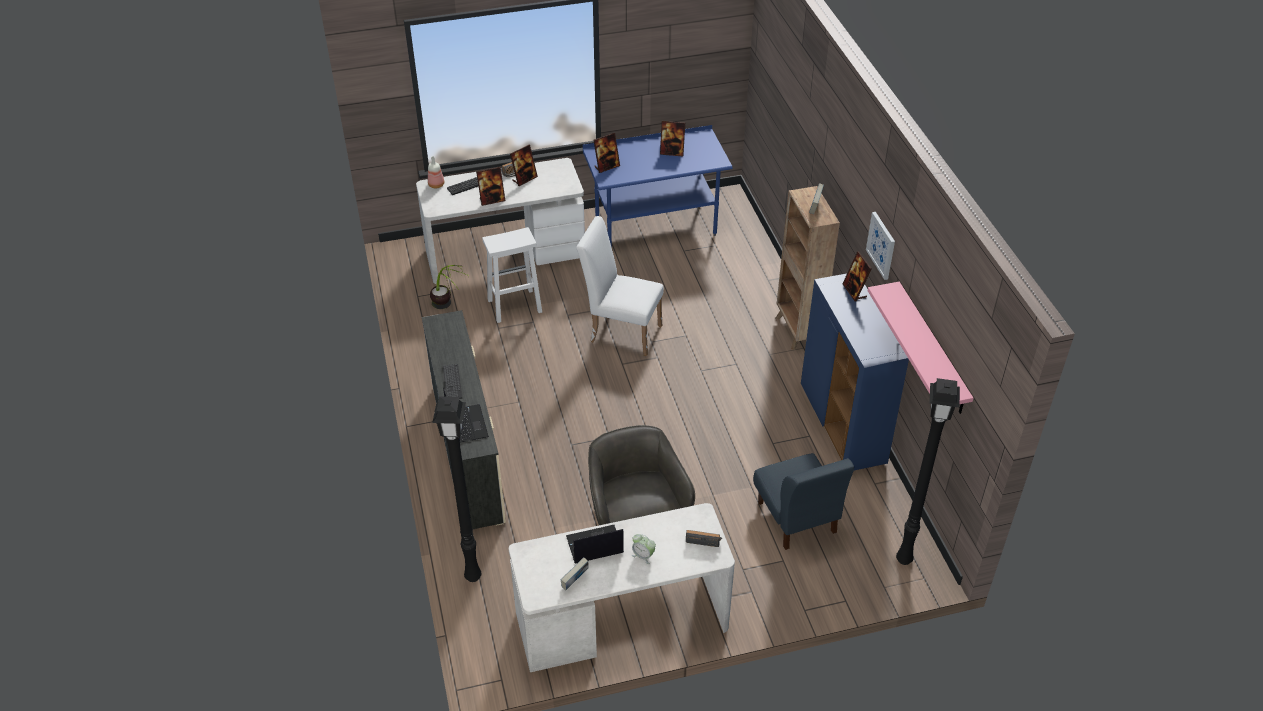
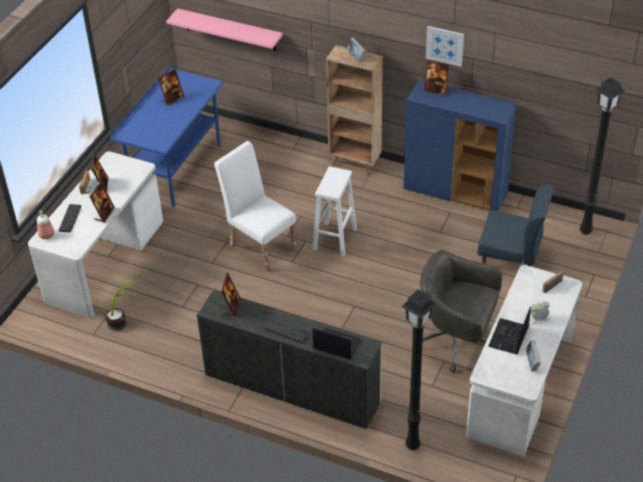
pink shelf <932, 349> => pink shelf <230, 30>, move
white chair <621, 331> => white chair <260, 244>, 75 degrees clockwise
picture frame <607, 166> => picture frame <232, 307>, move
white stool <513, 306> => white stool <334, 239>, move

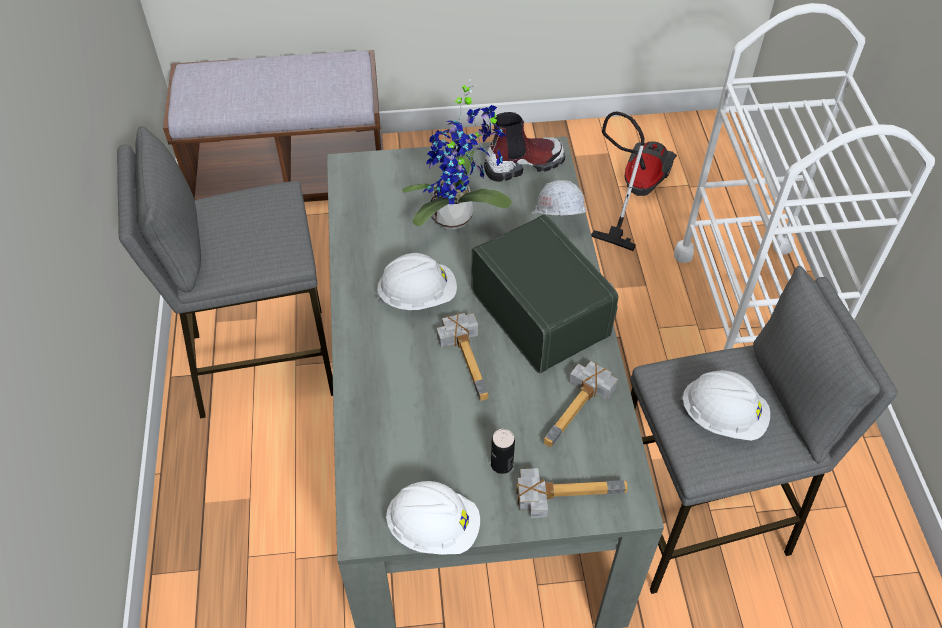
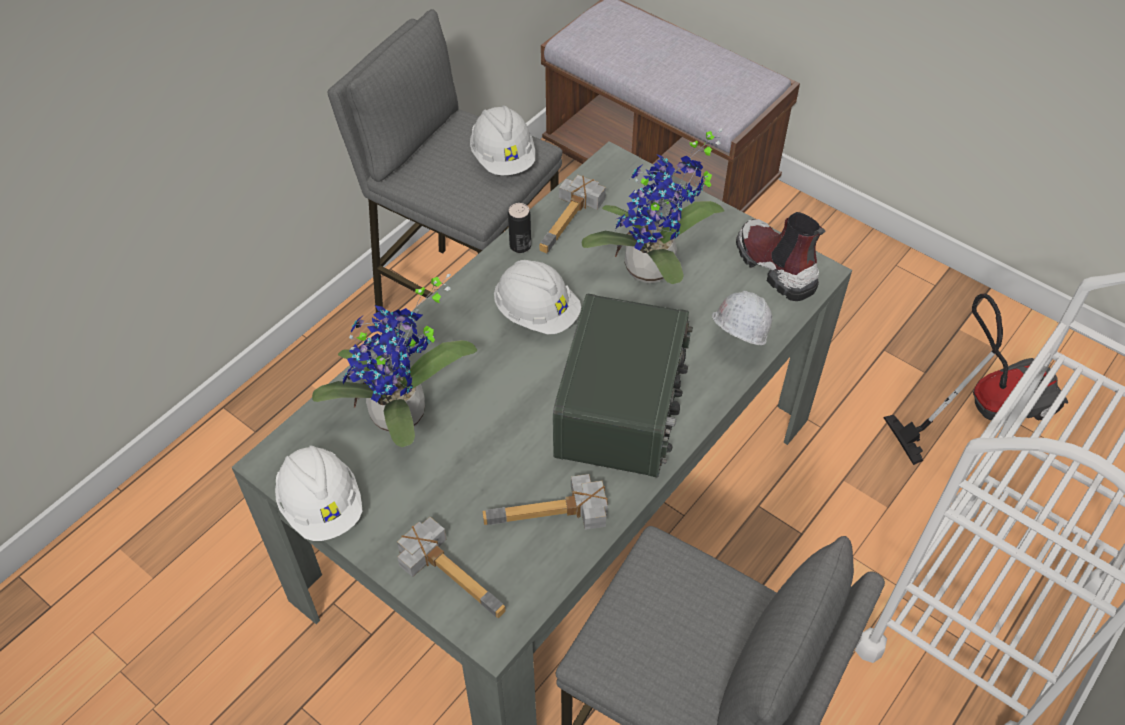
nothing => potted plant <402, 419>
white hard hat <722, 417> => white hard hat <503, 159>, move
can <502, 464> => can <520, 246>, move
hammer <472, 358> => hammer <573, 221>, move
boot <523, 164> => boot <774, 266>, 150 degrees counterclockwise

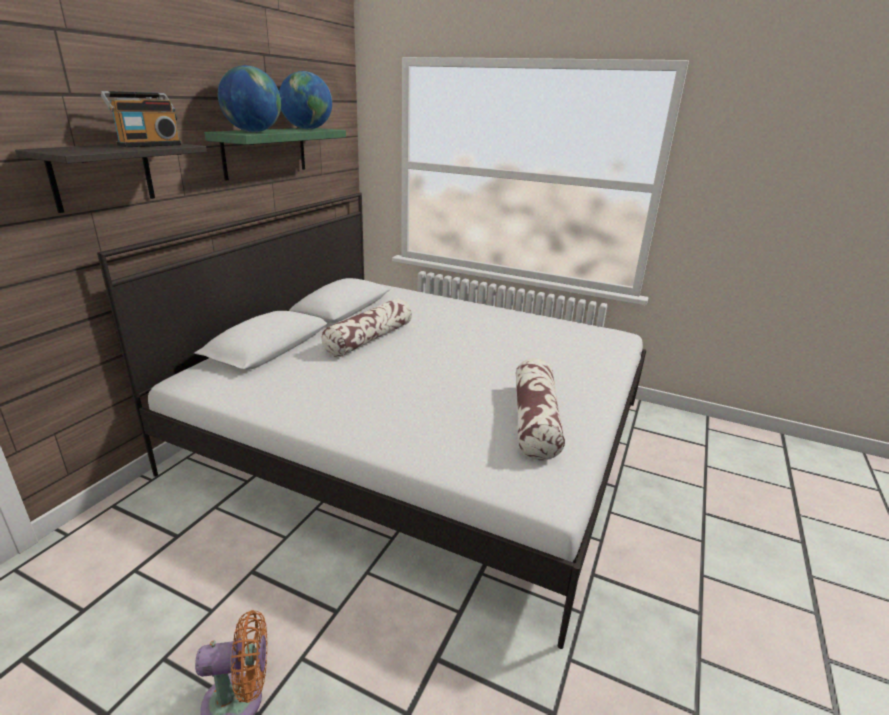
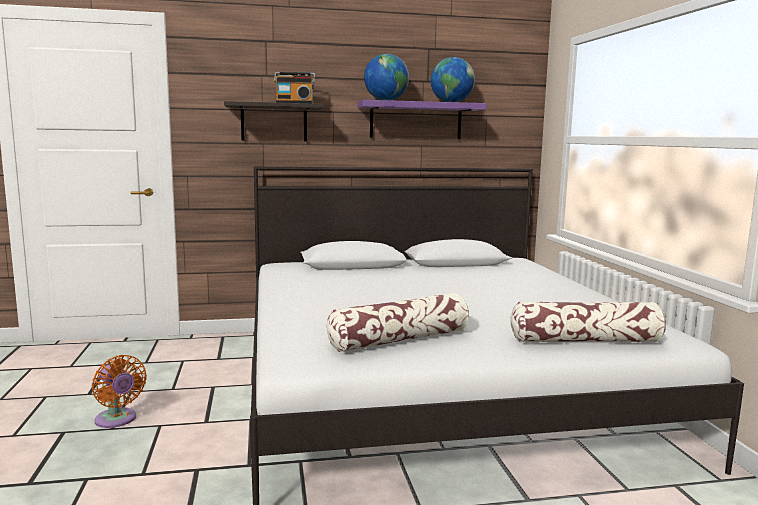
green shelf <265, 152> => purple shelf <416, 121>
pillow <369, 339> => pillow <585, 340>, move

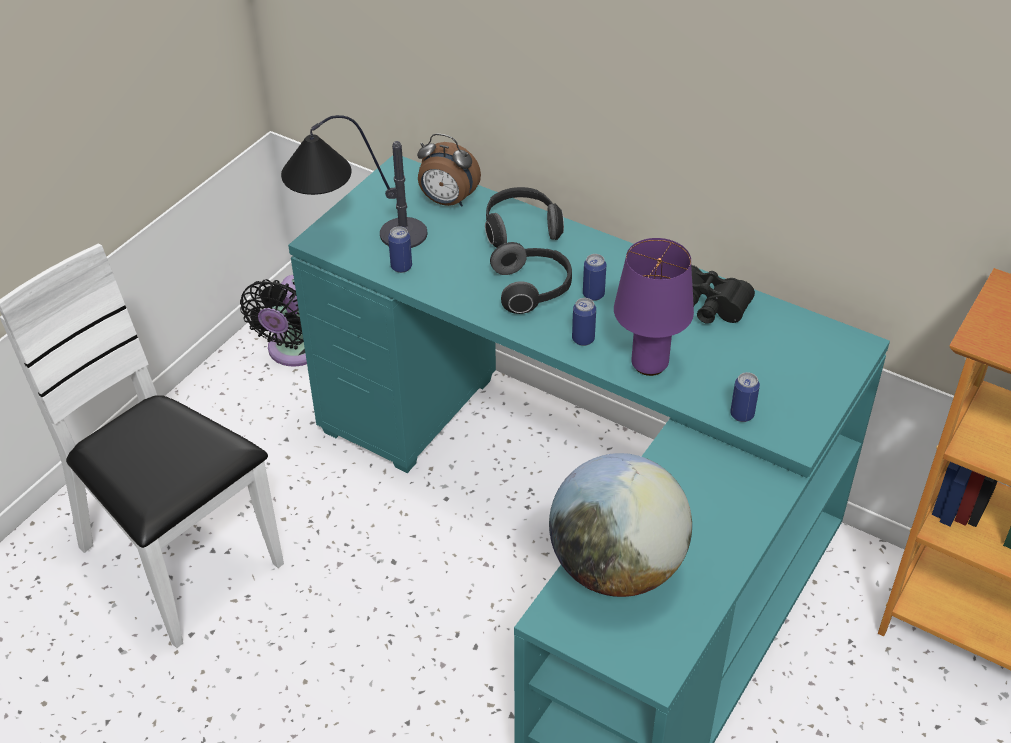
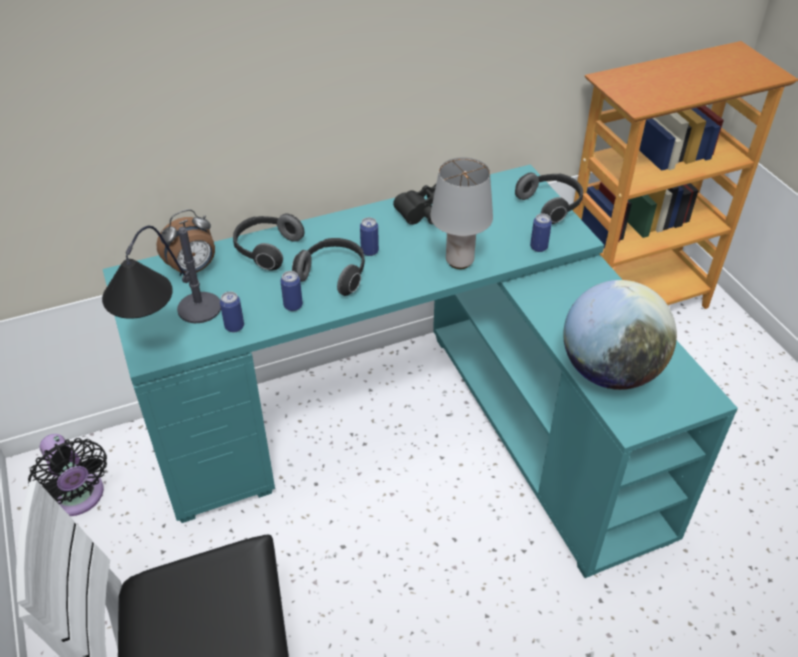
can <583, 339> => can <293, 305>, move
purple table lamp <649, 365> => grey table lamp <459, 261>
nothing => headphones <551, 205>

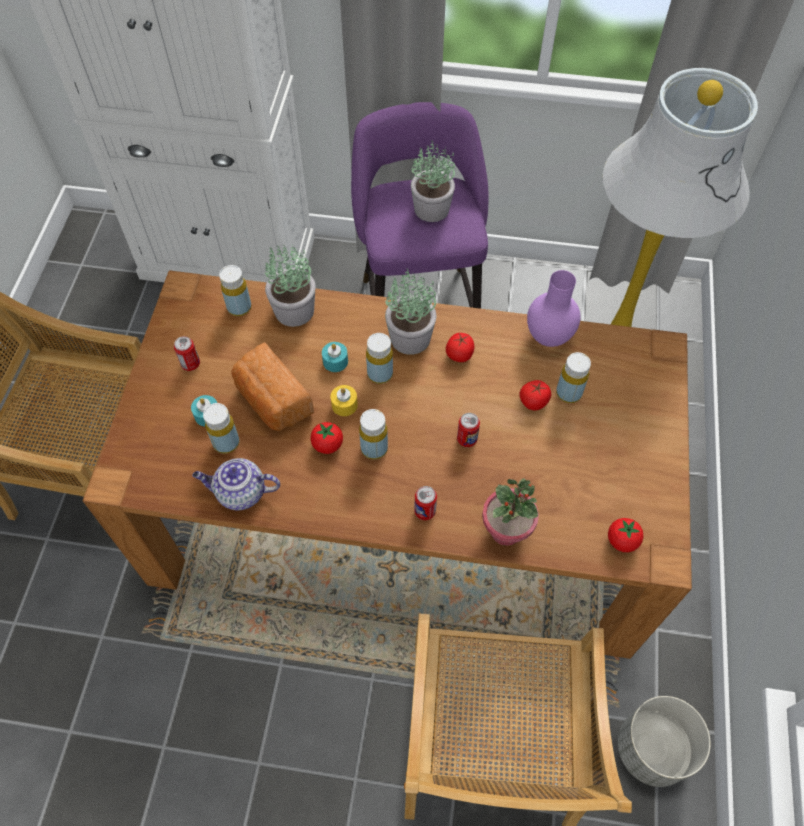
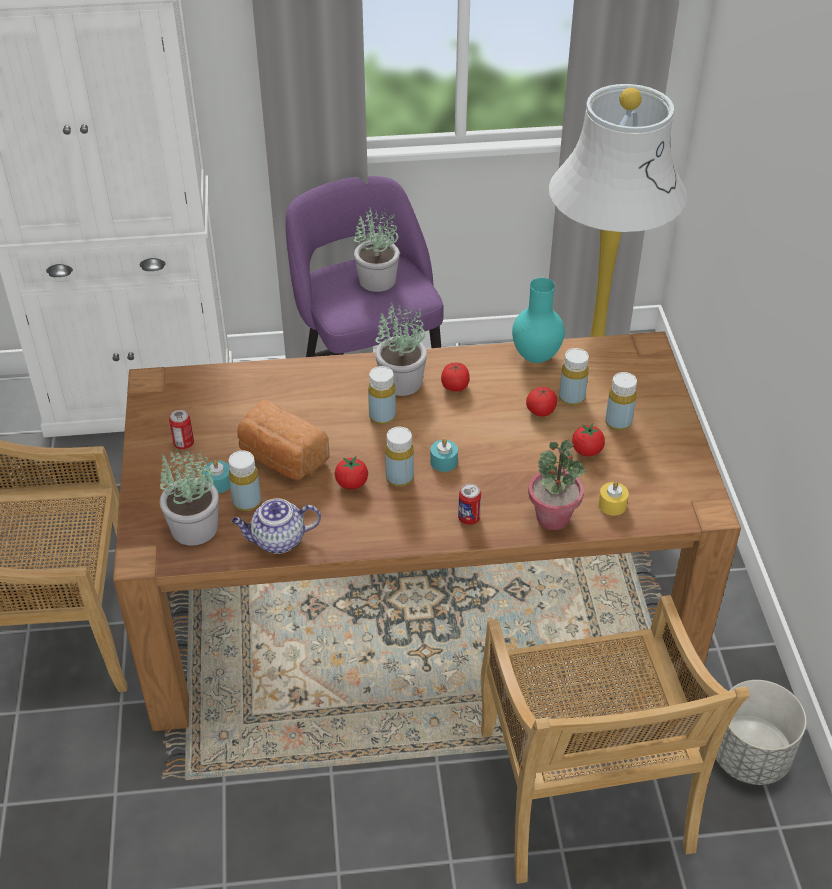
potted plant <294, 311> => potted plant <194, 528>, move
turquoise candle <335, 361> => turquoise candle <443, 462>, move
purple vase <549, 337> => turquoise vase <537, 357>
tomato <622, 540> => tomato <587, 451>, move
yellow candle <344, 405> => yellow candle <612, 505>, move
yellow bottle <239, 307> => yellow bottle <618, 422>, move
can <467, 439> => nothing

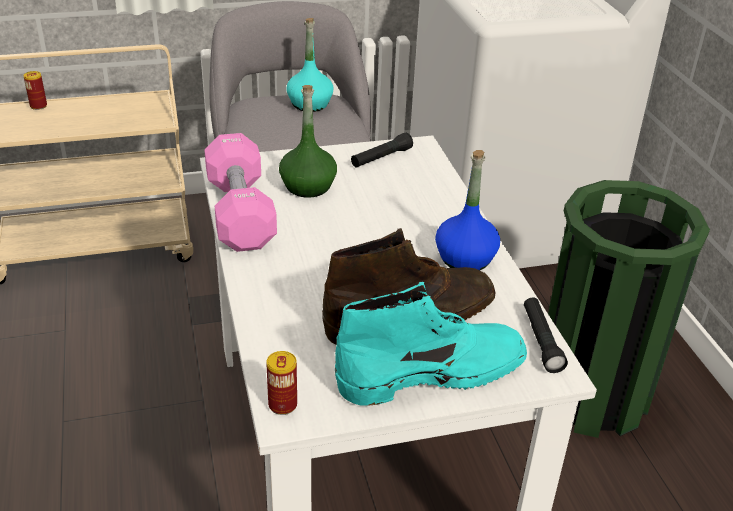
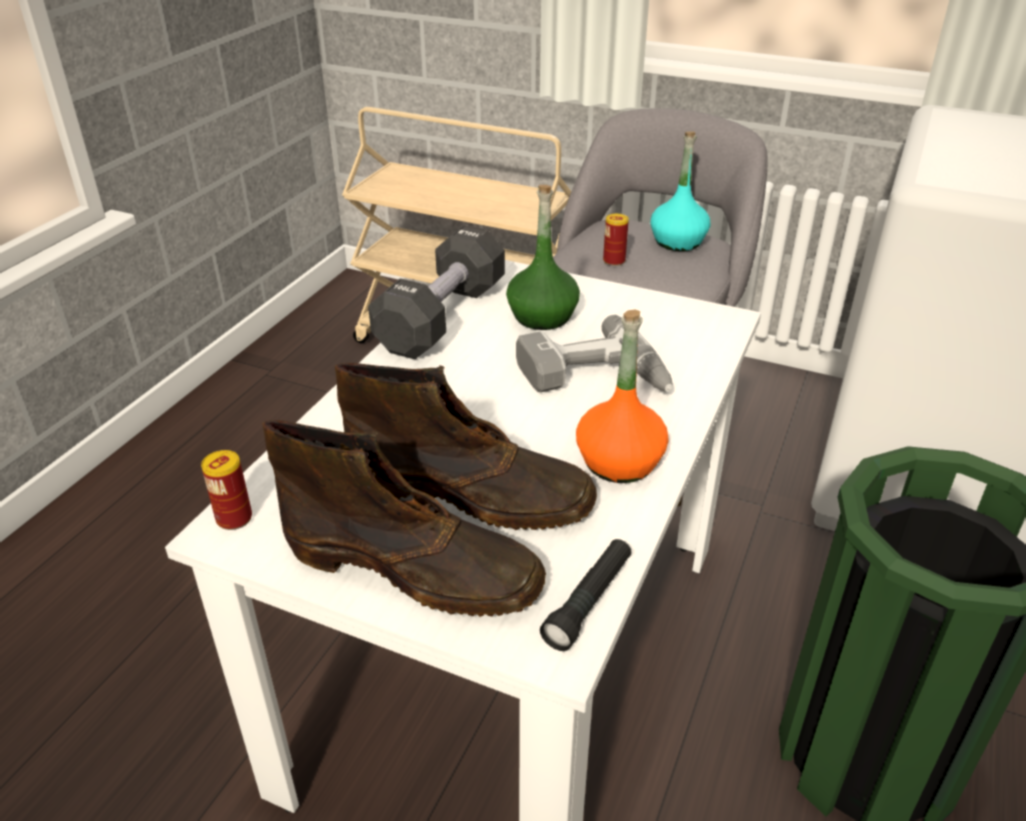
turquoise boot <433, 373> => brown boot <415, 569>
pink dumbbell <240, 213> => black dumbbell <442, 317>
nothing => power drill <594, 379>
blue bottle <465, 258> => orange bottle <619, 462>
can <38, 106> => can <614, 261>, move
black flashlight <381, 158> => nothing

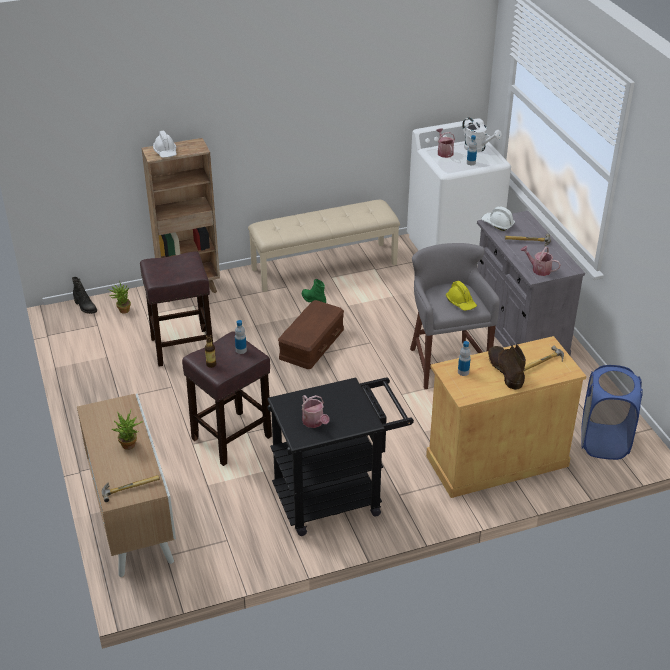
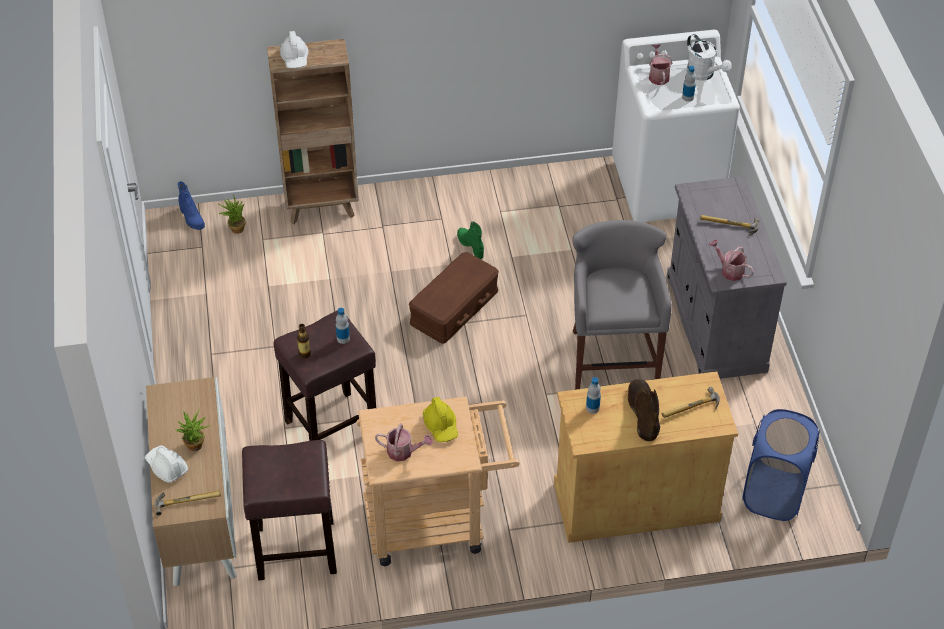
white hard hat <497, 224> => white hard hat <166, 467>, move
black boot <85, 307> => blue boot <191, 219>
brown stool <181, 347> => brown stool <294, 550>, move
black cart <337, 497> => beige cart <436, 522>
watering can <314, 422> => watering can <403, 452>, 60 degrees counterclockwise
yellow hard hat <461, 302> => yellow hard hat <441, 425>, move
beige bench <324, 266> => nothing

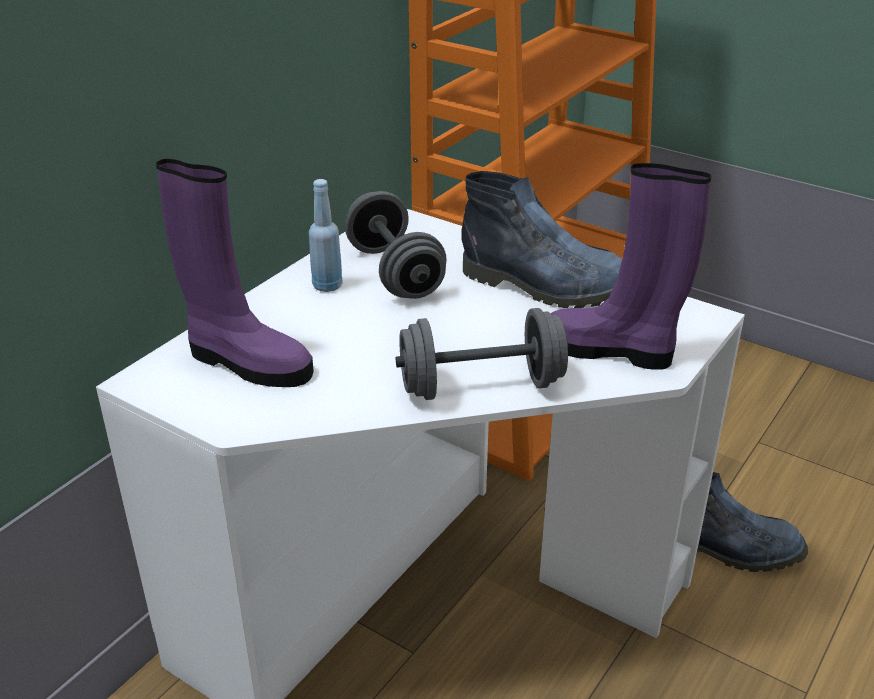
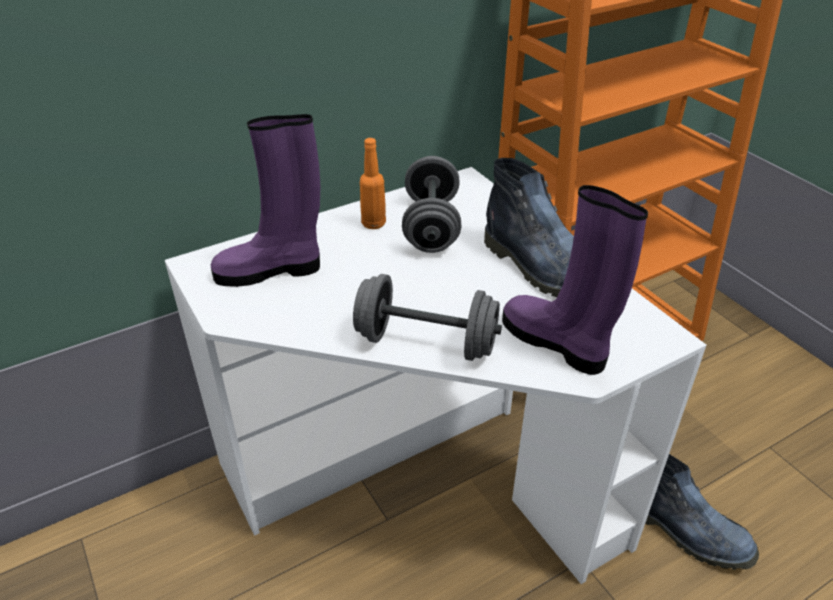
purple boot <246, 363> => purple boot <271, 270>, 120 degrees clockwise
blue bottle <327, 285> => orange bottle <373, 223>

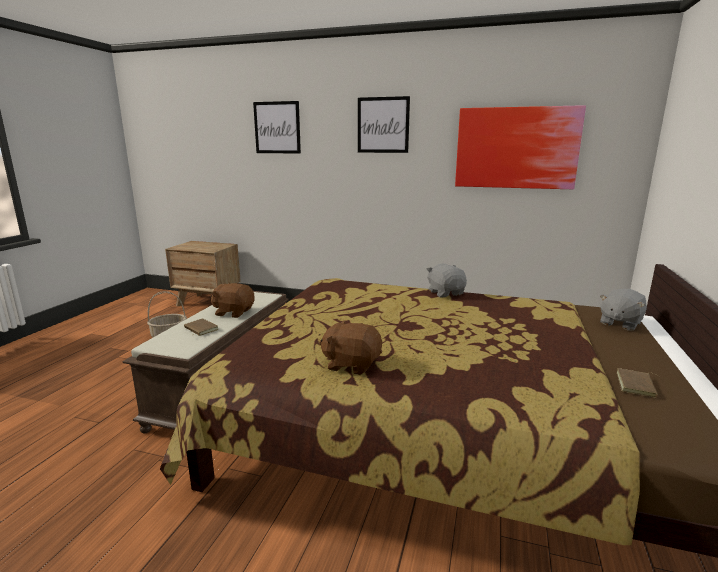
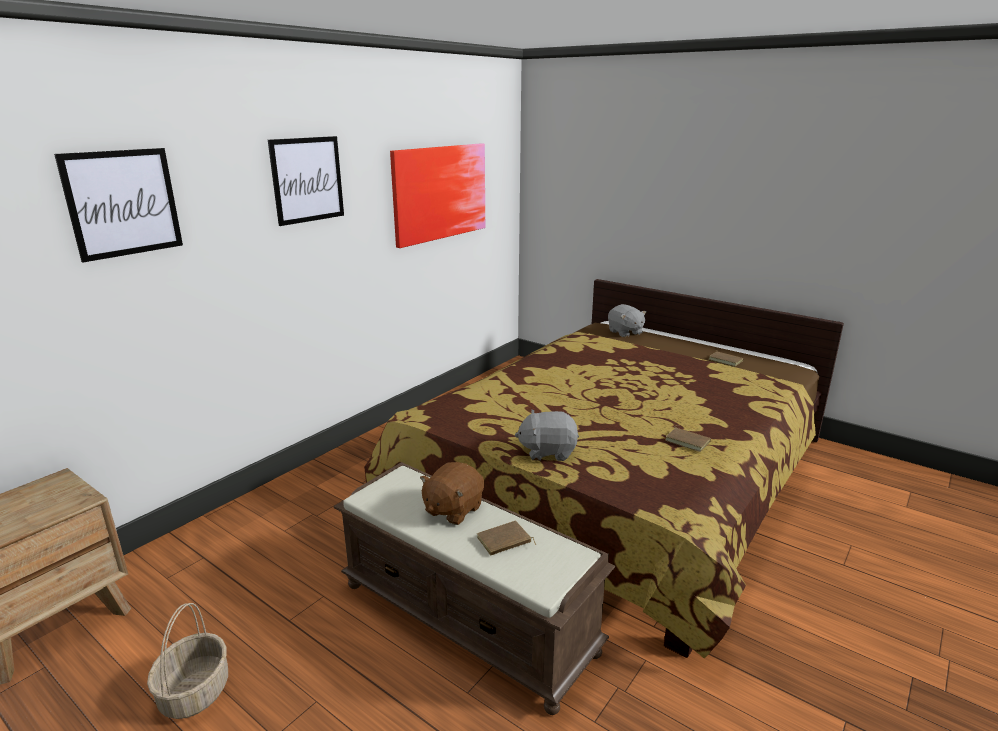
grey plush toy <445, 293> => grey plush toy <547, 451>, move
brown plush toy <351, 364> => brown book <688, 441>

